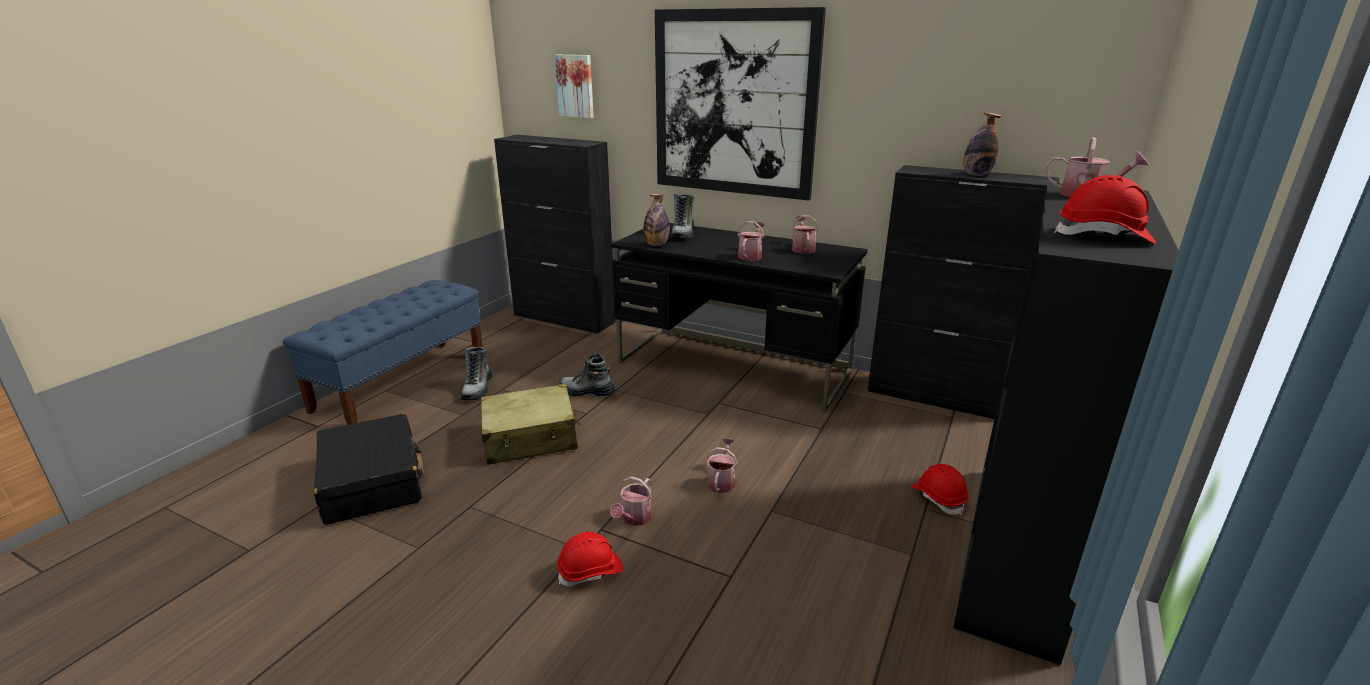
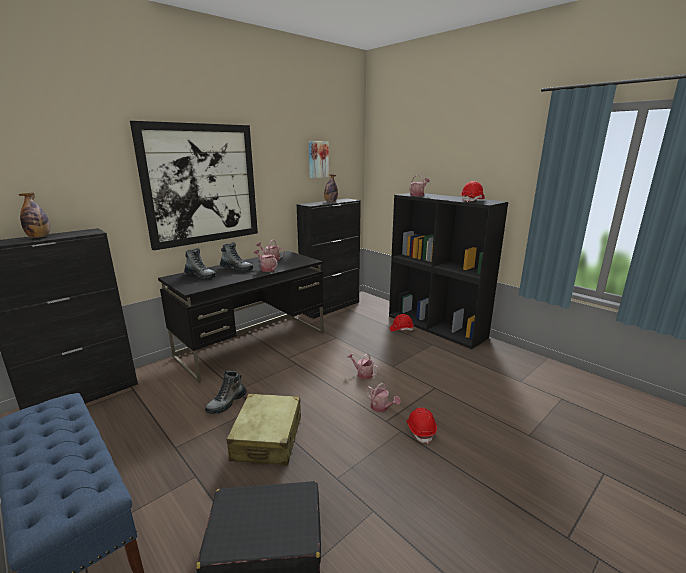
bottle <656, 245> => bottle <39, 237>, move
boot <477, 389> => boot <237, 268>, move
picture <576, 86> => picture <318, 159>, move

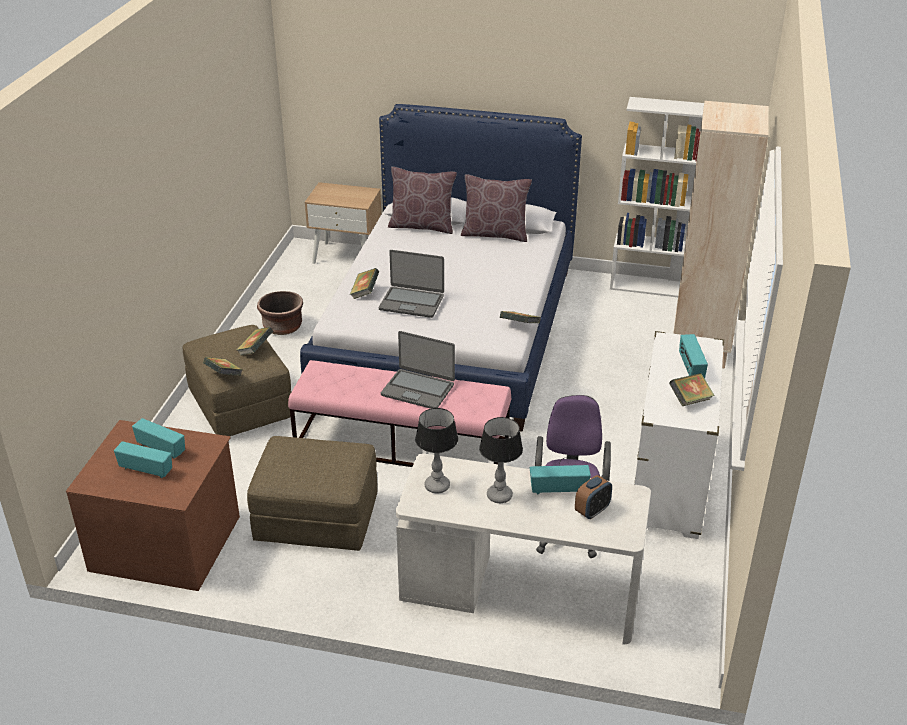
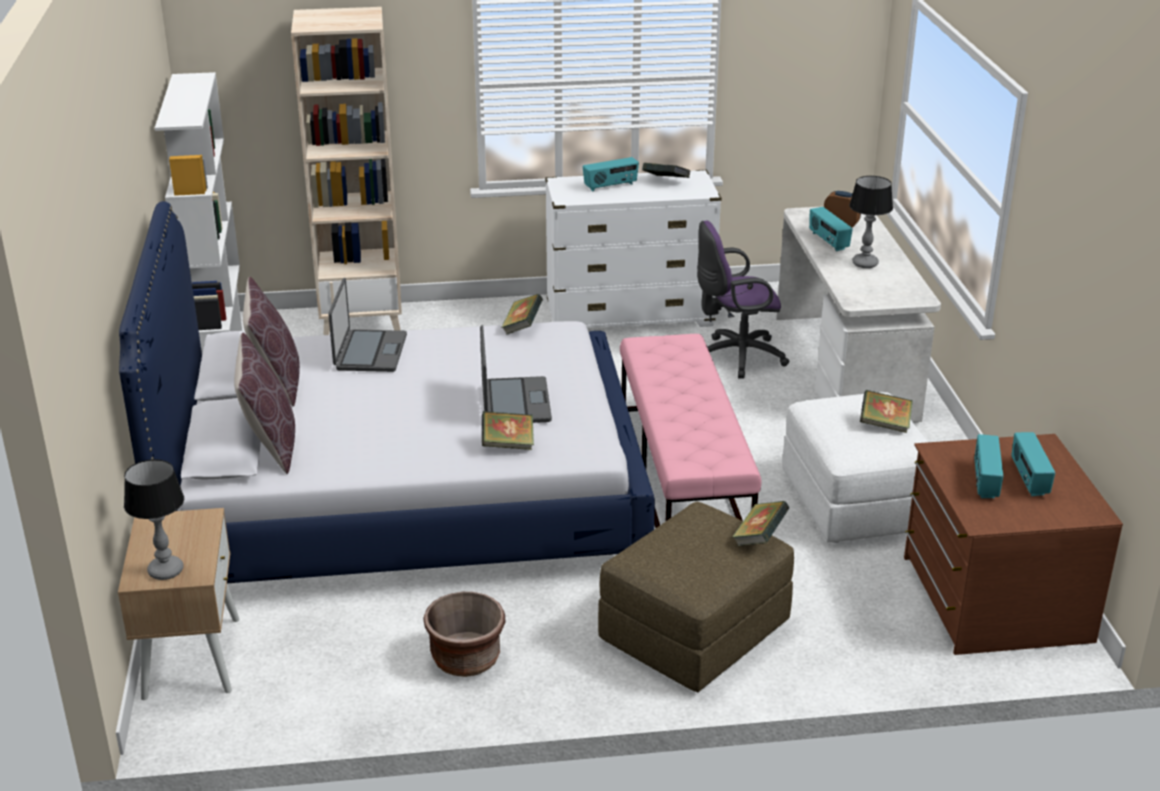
table lamp <437, 486> => table lamp <166, 570>, move
laptop <418, 389> => laptop <369, 352>, move
brown ottoman <317, 518> => white ottoman <855, 502>
book <255, 350> => book <884, 425>, move

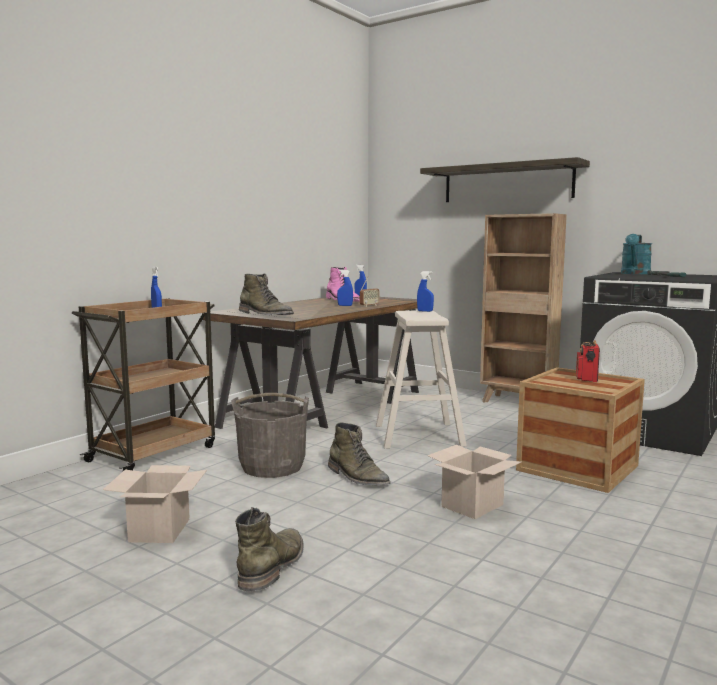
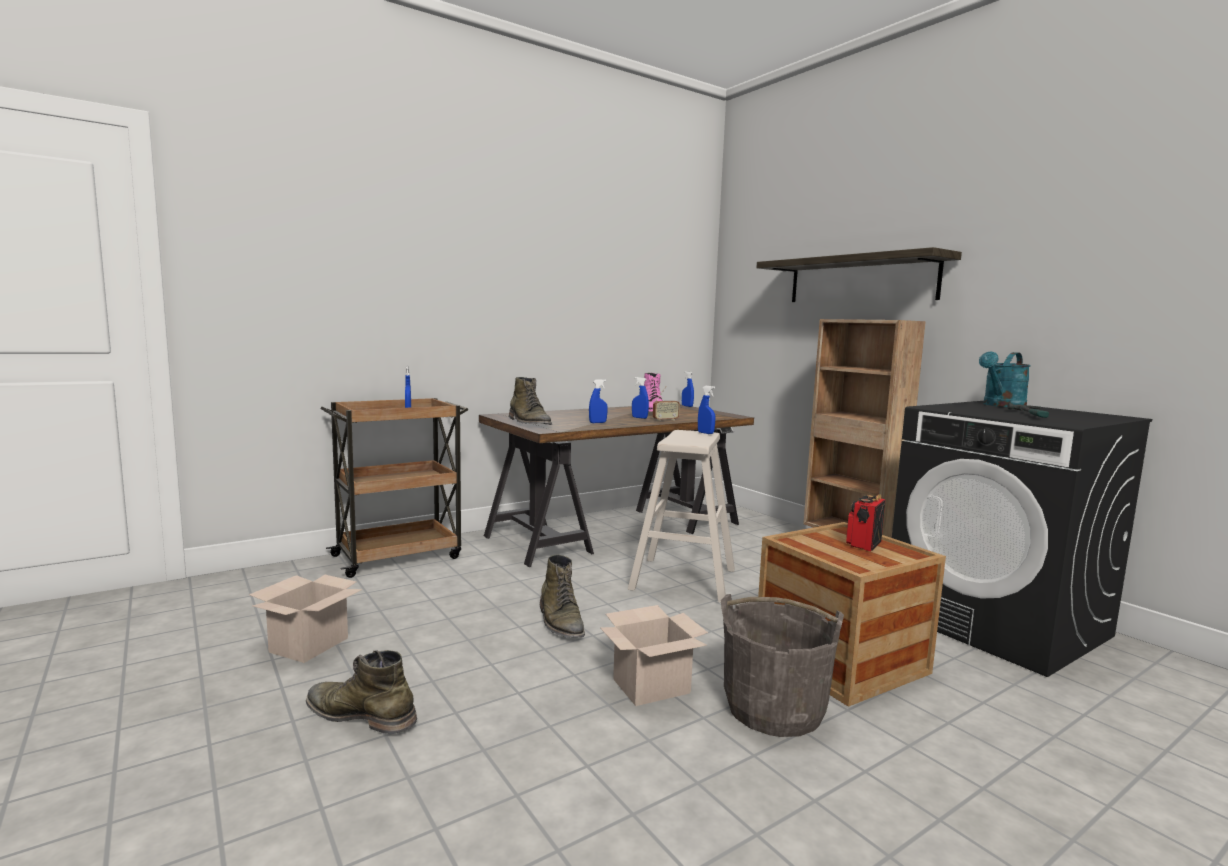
green boot <273, 566> => green boot <360, 714>, 105 degrees counterclockwise
nothing => blue spray bottle <597, 422>
grey bucket <272, 466> => grey bucket <774, 709>, move

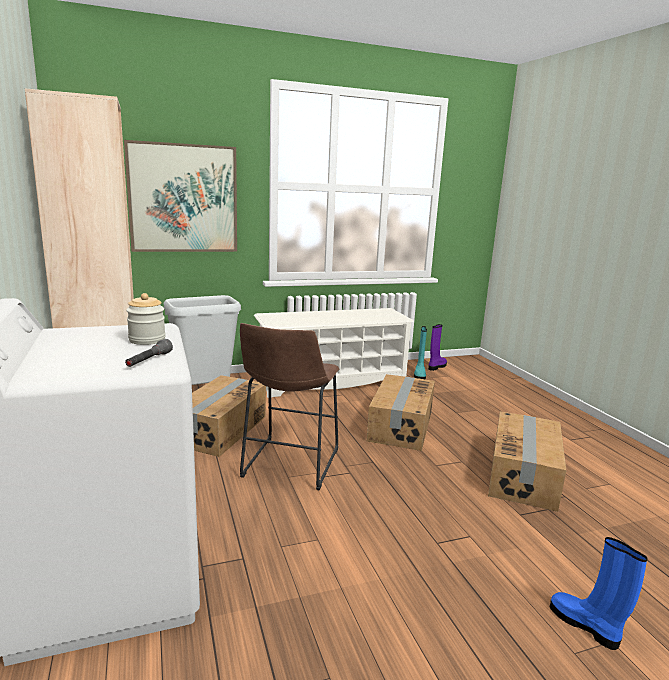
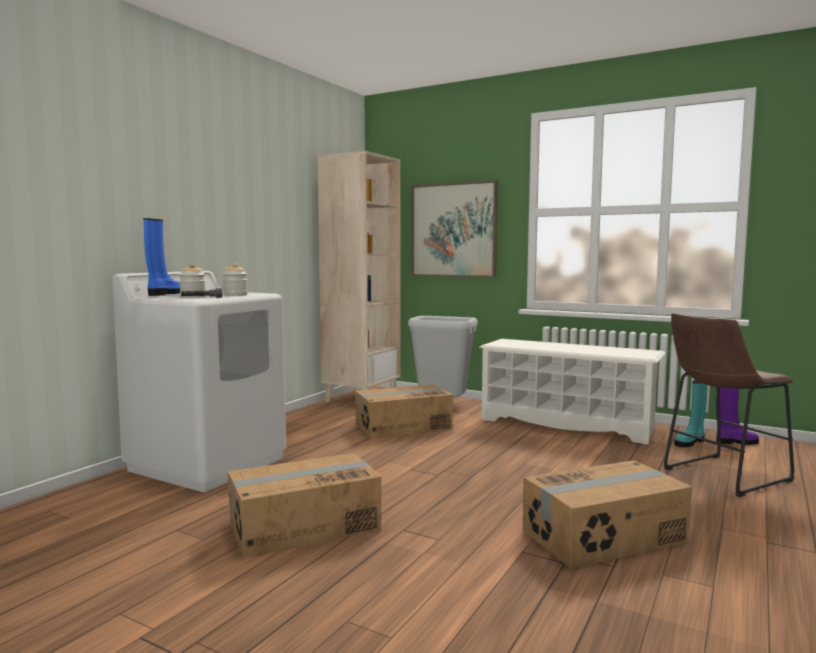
blue boot <586, 626> => blue boot <165, 294>, move
nothing => jar <193, 296>
cardboard box <400, 426> => cardboard box <304, 526>, move
brown stool <288, 466> => brown stool <721, 475>, move

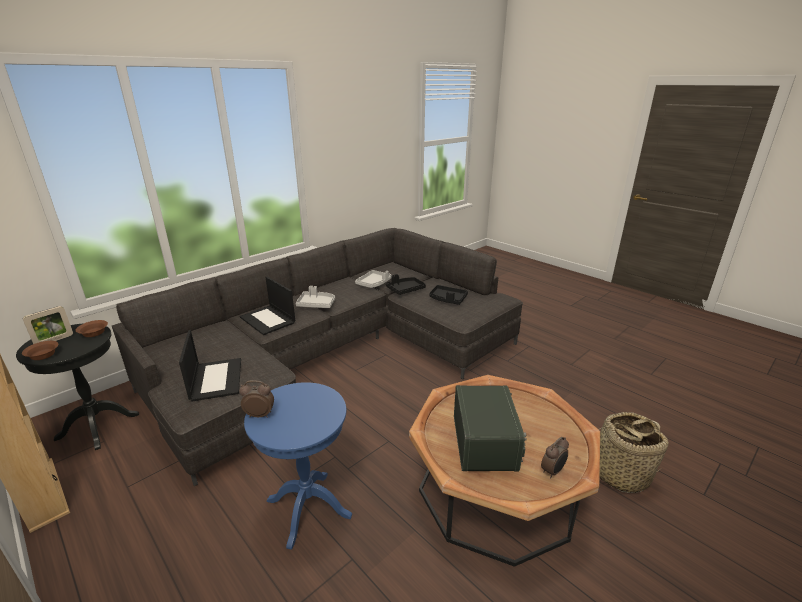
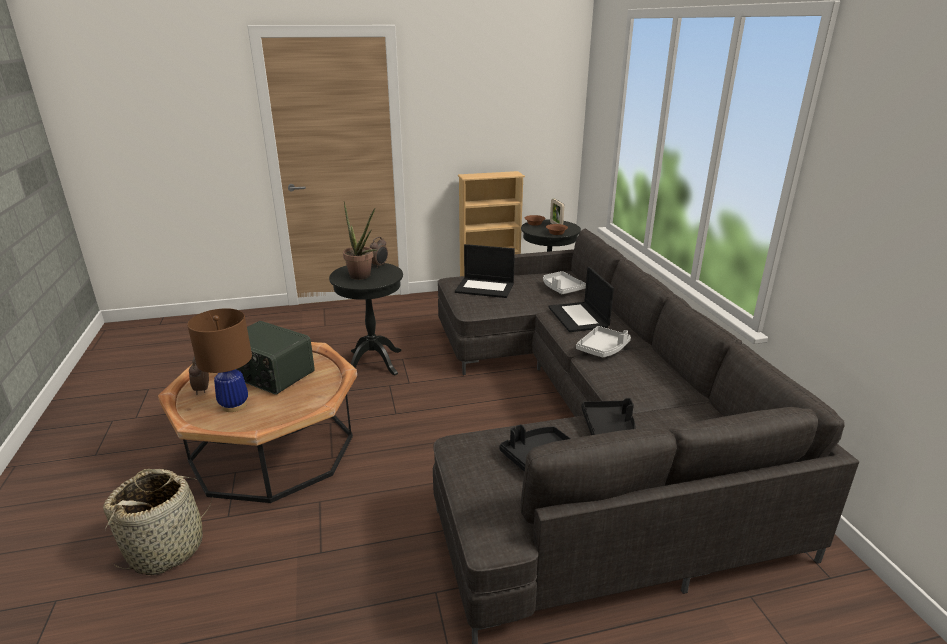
nothing => brown table lamp <234, 405>
blue side table <308, 508> => black side table <373, 362>
nothing => potted plant <362, 277>
grey tray <374, 283> => grey tray <561, 288>, move
laptop <268, 320> => laptop <579, 317>, 90 degrees counterclockwise

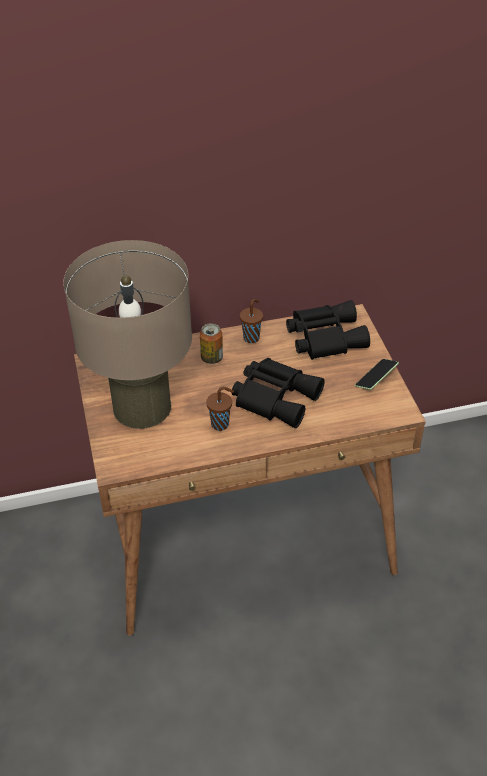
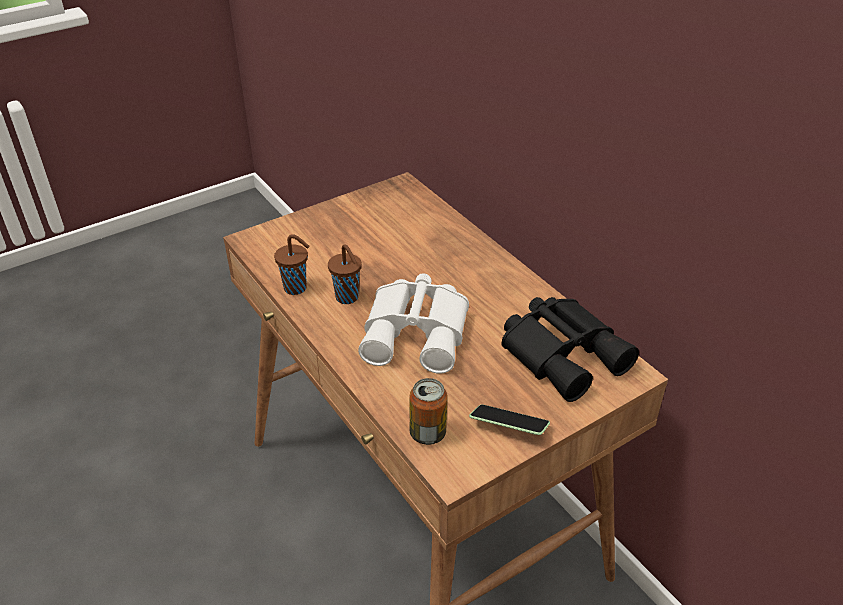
brown cup <252, 337> => brown cup <297, 288>, move
black binoculars <275, 396> => white binoculars <418, 332>
can <212, 358> => can <428, 433>, move
beige table lamp <141, 407> => nothing

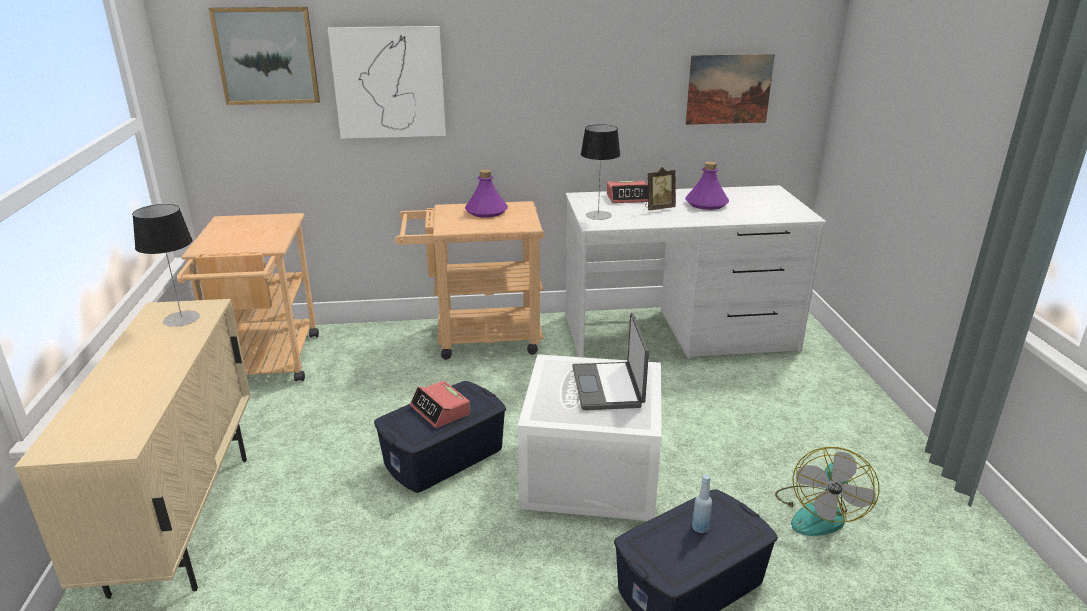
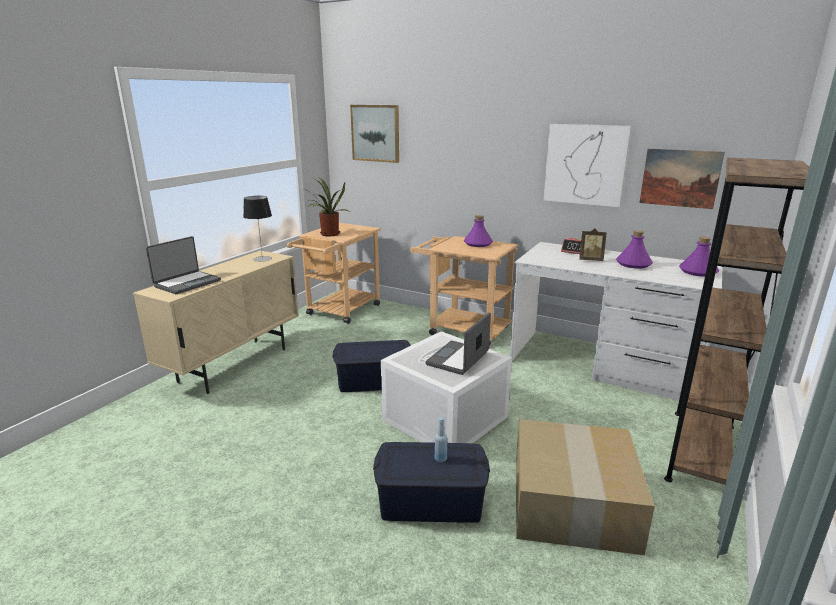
nothing => laptop <187, 283>
nothing => potted plant <328, 234>
fan <818, 513> => cardboard box <575, 504>
picture <389, 82> => picture <585, 164>, move
nothing => brown bookcase <701, 451>
nothing => purple bottle <697, 272>
alarm clock <440, 411> => nothing
table lamp <598, 215> => nothing

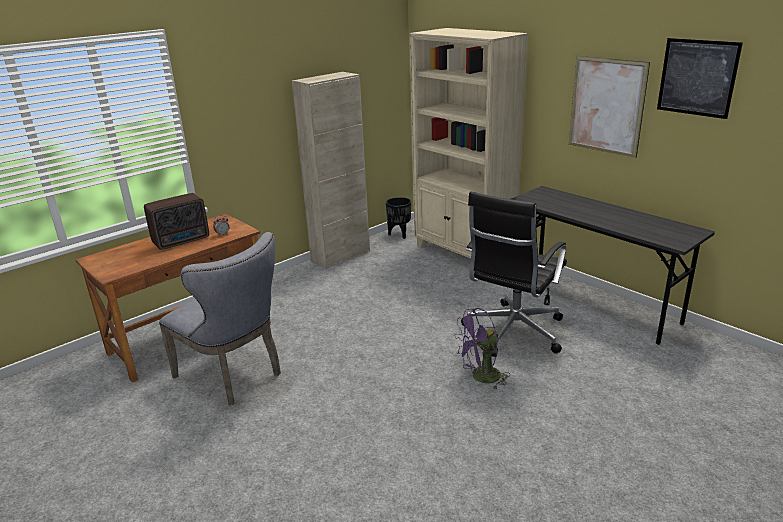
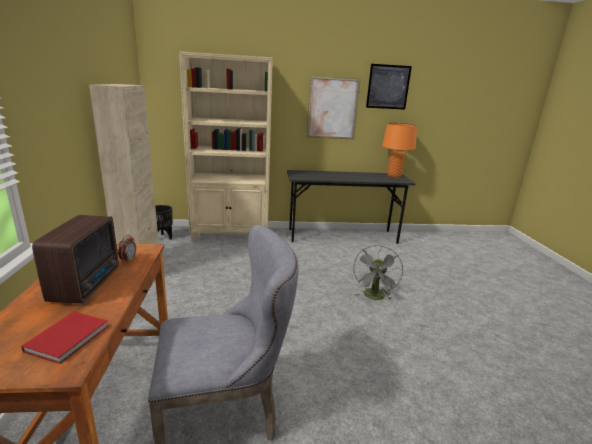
nothing => red book <70, 337>
purple fan <480, 377> => grey fan <374, 297>
nothing => orange table lamp <394, 176>
black office chair <512, 332> => nothing

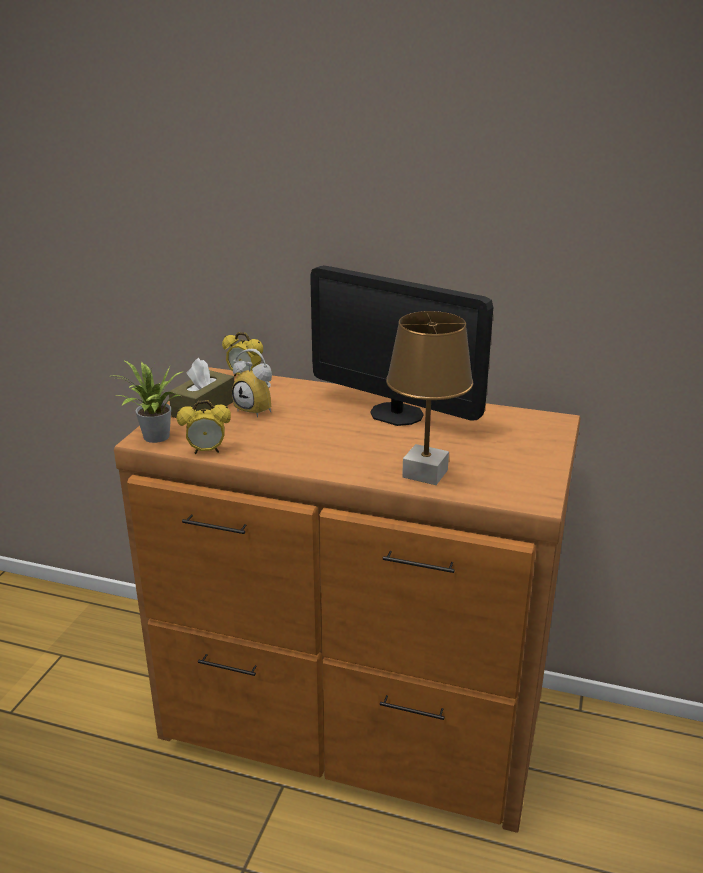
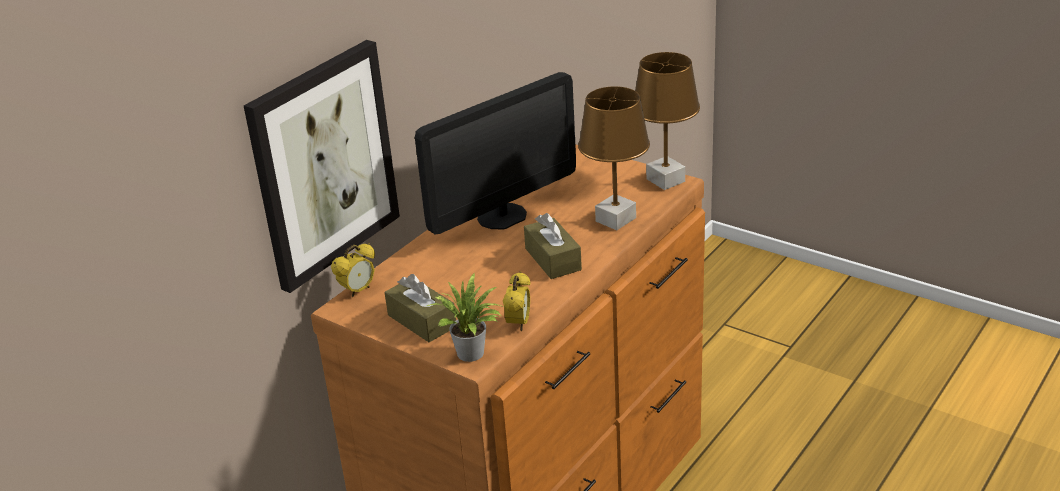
nothing => picture <323, 164>
nothing => brown tissue box <553, 259>
nothing => brown table lamp <666, 180>
alarm clock <258, 409> => nothing

